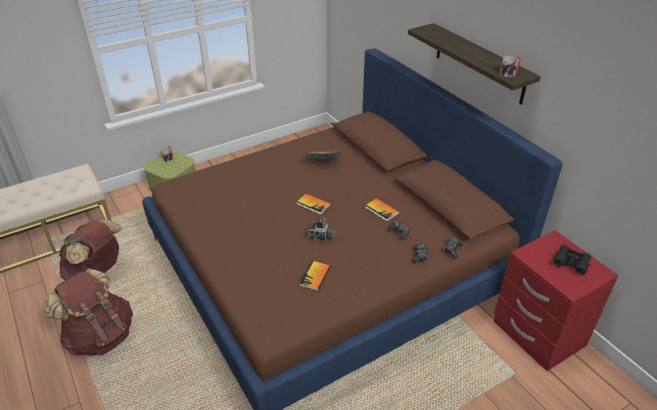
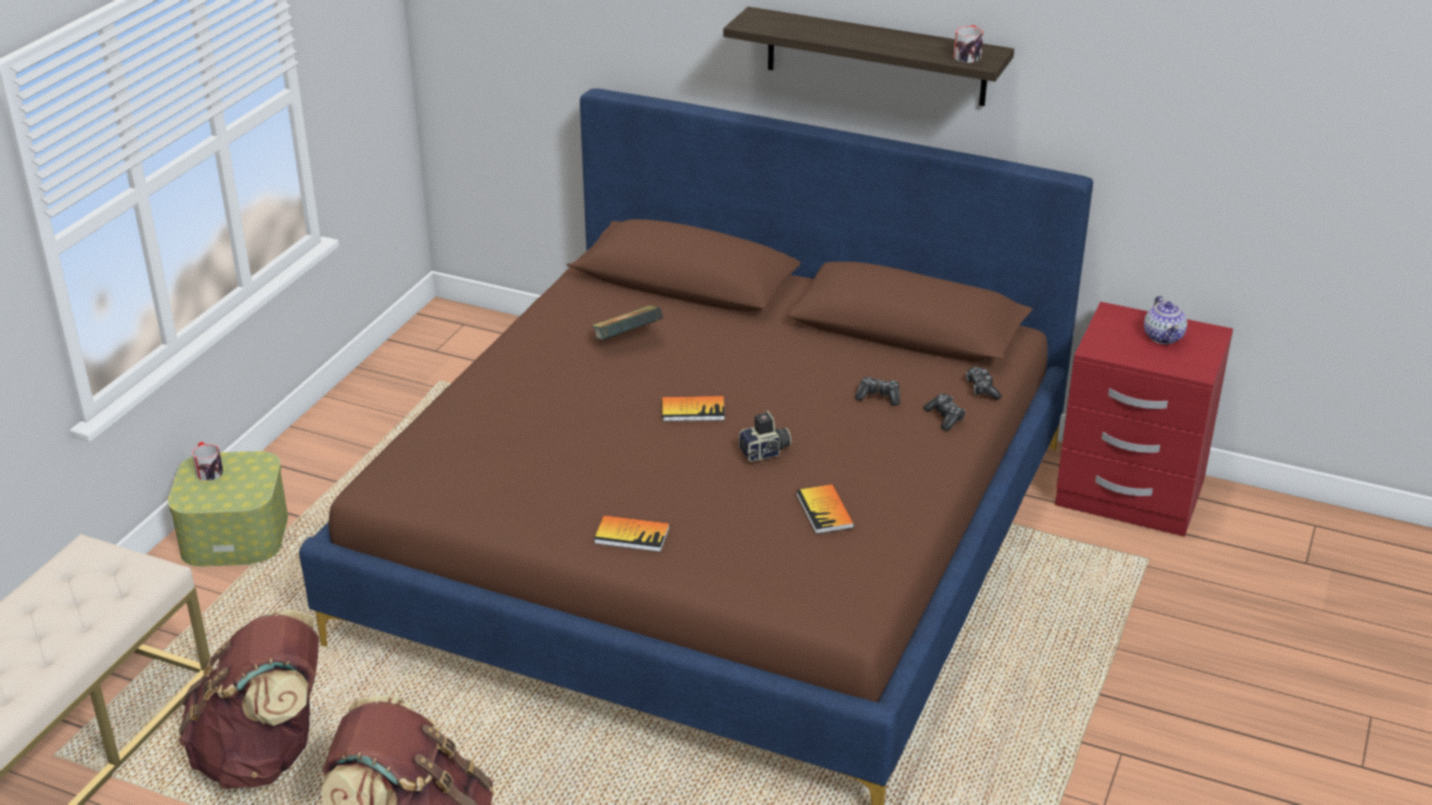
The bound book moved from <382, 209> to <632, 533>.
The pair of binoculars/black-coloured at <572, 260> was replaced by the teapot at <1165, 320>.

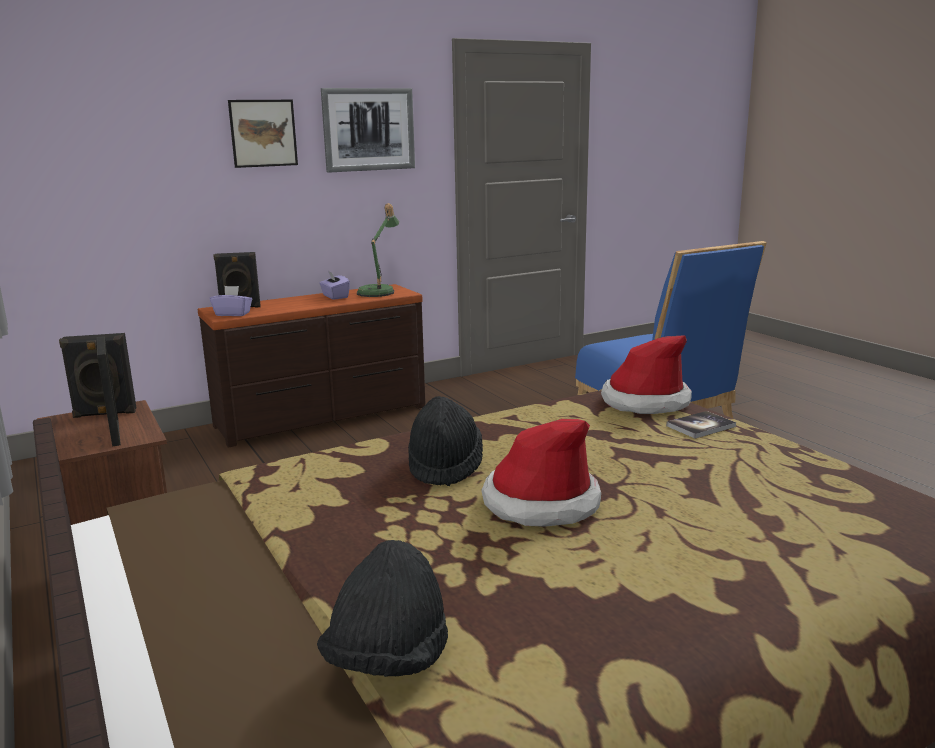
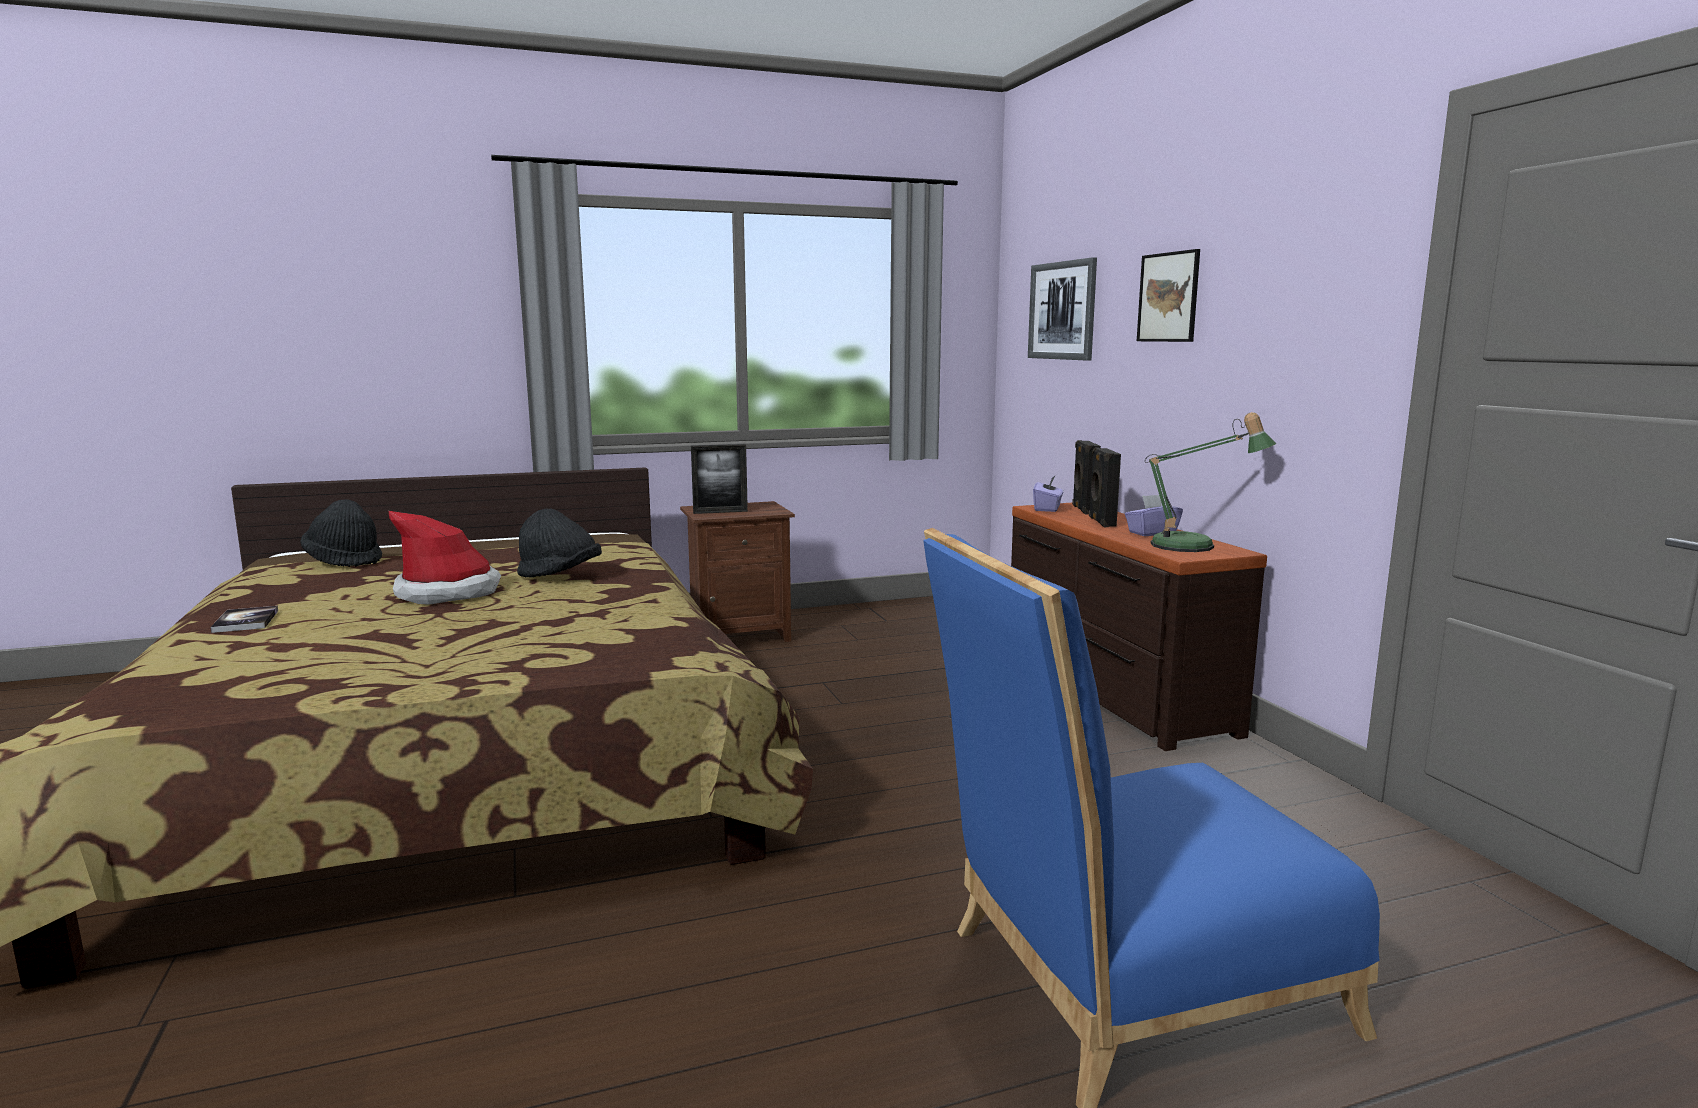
The wall art moved from <368, 130> to <1062, 308>.
The loudspeaker/black-coloured moved from <98, 375> to <1105, 487>.
The hat at <646, 374> disappeared.
The bound book moved from <701, 425> to <244, 619>.

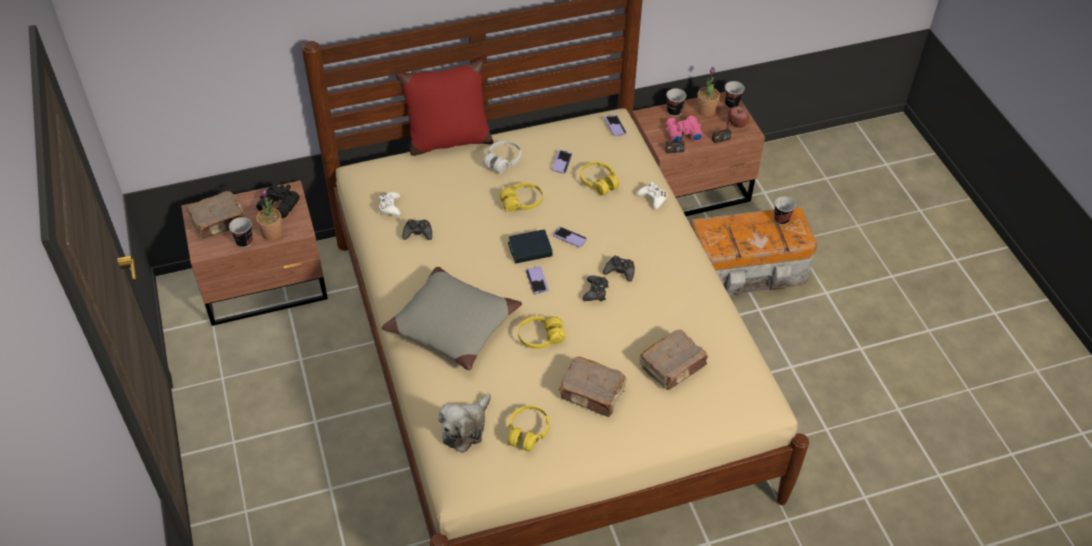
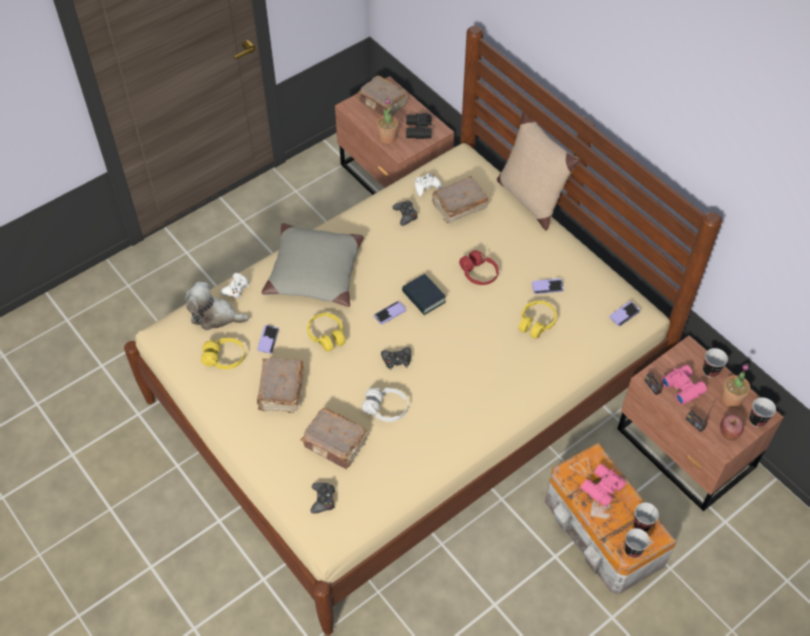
The cushion/red-coloured at <444, 107> became the cushion/beige at <538, 171>.
The pair of headphones/white moved from <502, 157> to <385, 405>.
The gamepad/white moved from <652, 195> to <234, 285>.
The pair of headphones/yellow at <521, 197> became the pair of headphones/red-coloured at <479, 267>.
The drinking cup moved from <241, 232> to <637, 543>.
The handset moved from <570, 237> to <268, 339>.
The gamepad/black-coloured moved from <619, 268> to <323, 498>.
The bound book/brown-coloured at <460, 199> appeared.
The pair of binoculars/pink at <603, 485> appeared.

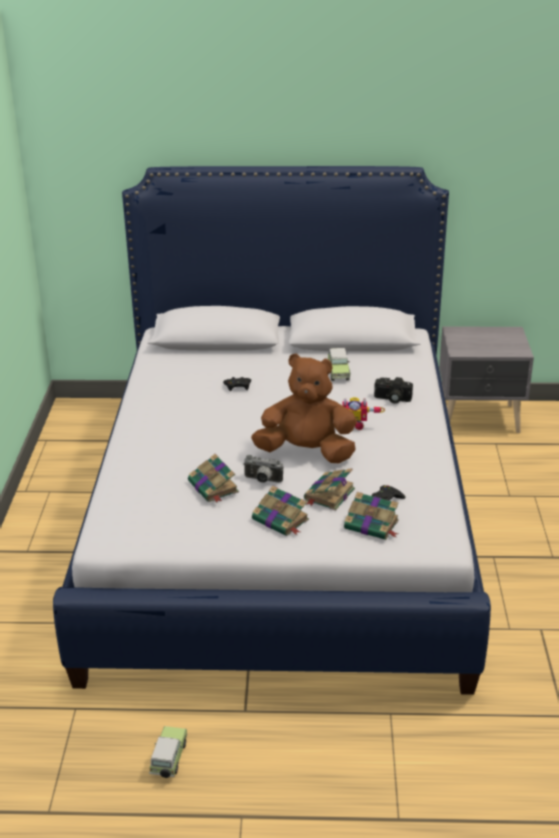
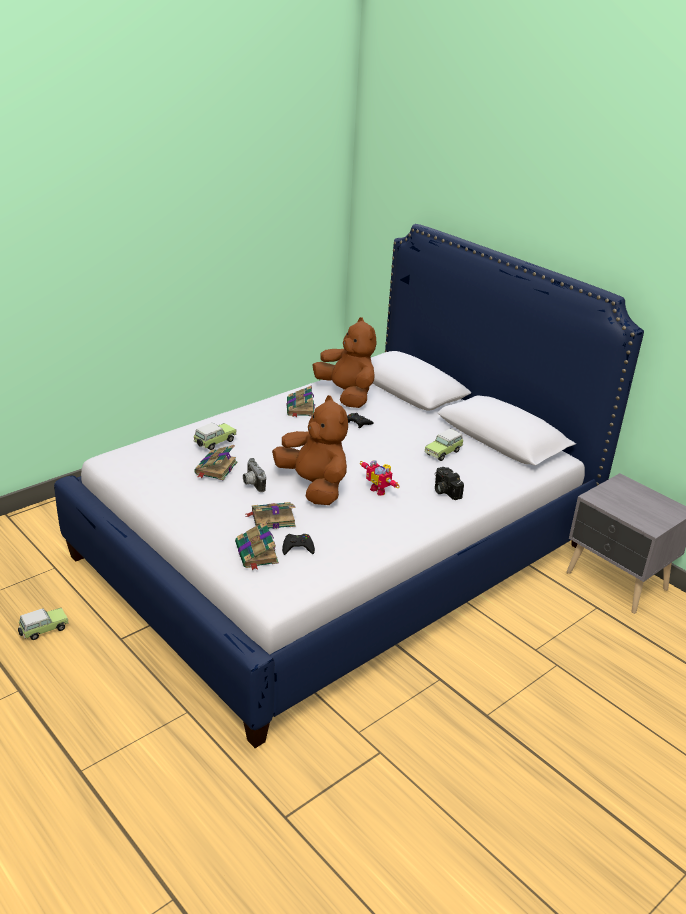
The bound book moved from <280, 511> to <301, 401>.
The cuddly toy/brown-coloured at <344, 362> appeared.
The toy car at <214, 436> appeared.

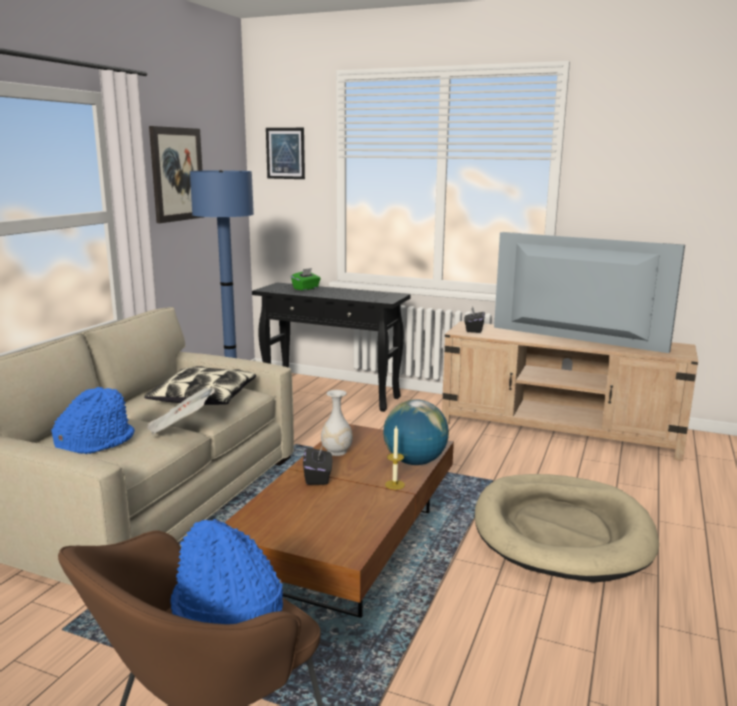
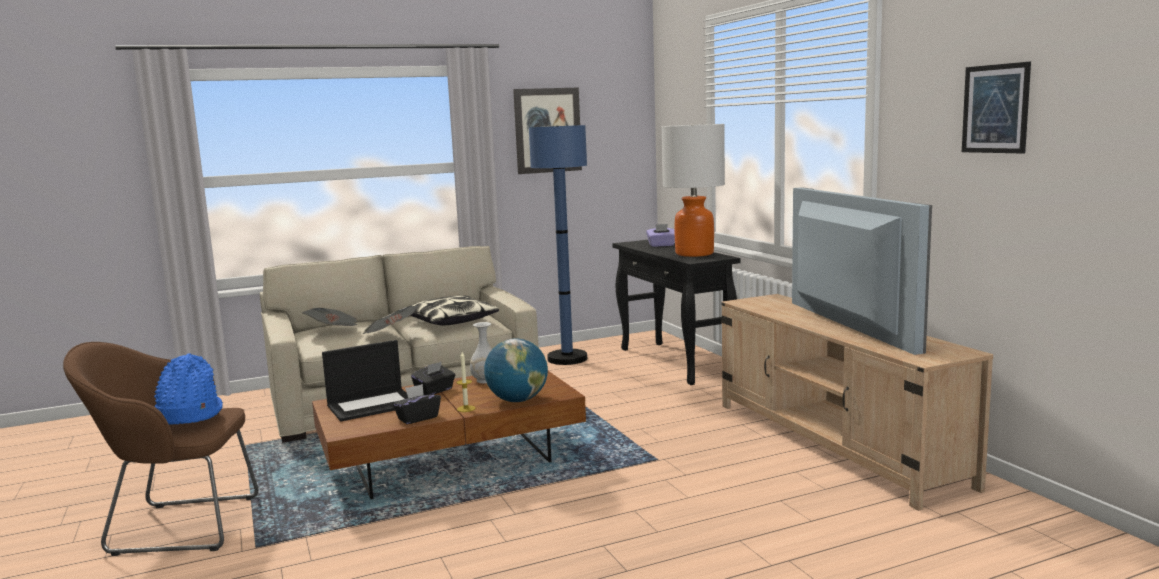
The wall art moved from <285, 153> to <996, 108>.
The tissue holder/green-coloured at <306, 279> became the tissue holder/purplish at <660, 235>.
The tissue holder/black-coloured moved from <474, 320> to <417, 404>.
The hat/blue-coloured at <93, 420> was replaced by the printed paper at <330, 317>.
The pet bed/beige at <567, 528> disappeared.
The lamp for a table at <693, 190> appeared.
The laptop at <365, 381> appeared.

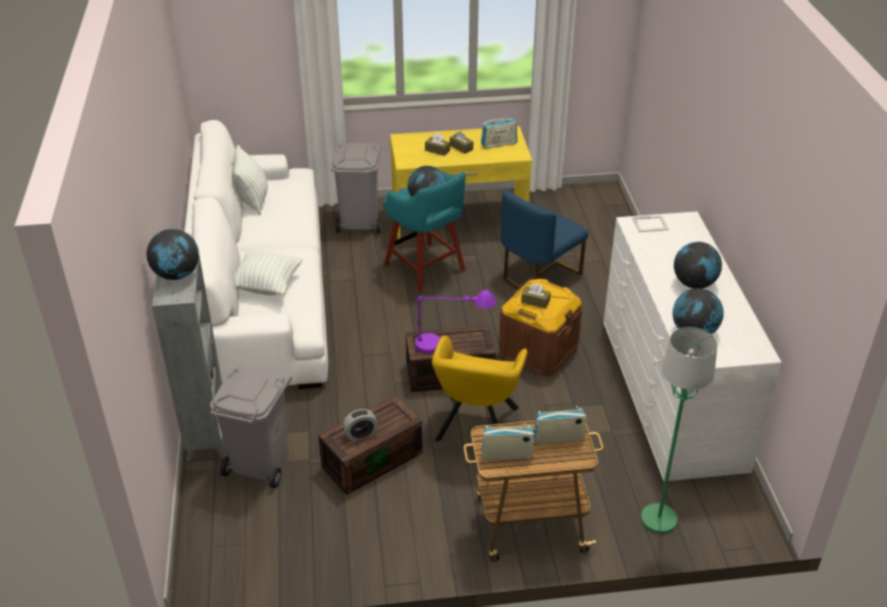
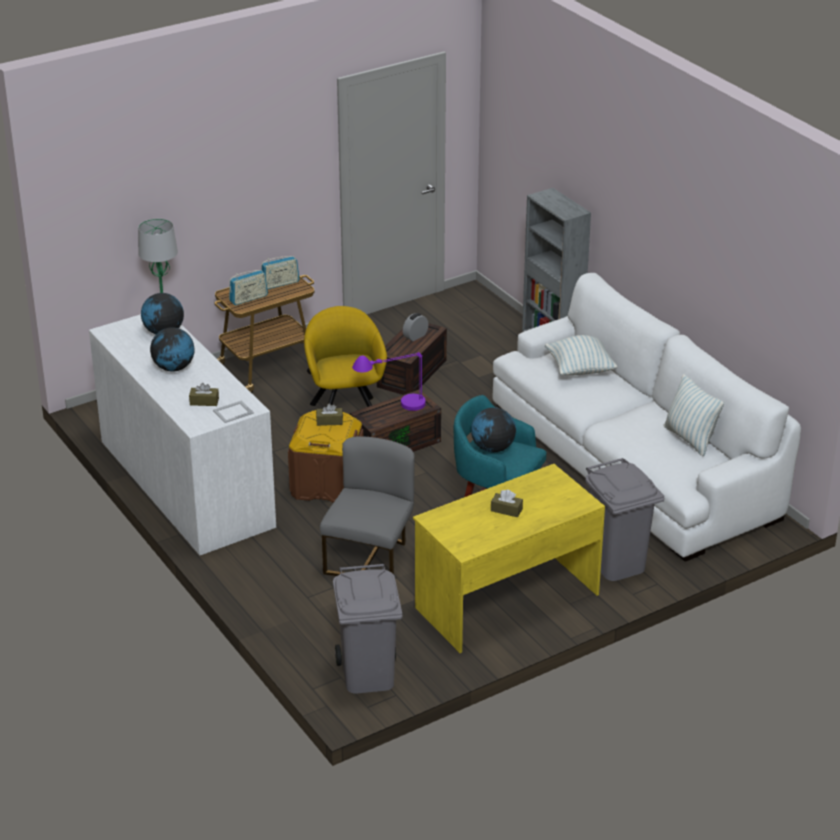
The radio set at <499, 134> disappeared.
The tissue holder/brown-coloured moved from <437, 144> to <204, 394>.
The plain chair/blue-coloured at <544, 239> became the plain chair/gray at <367, 506>.
The globe at <173, 254> disappeared.
The rubbish bin/gray moved from <251, 426> to <367, 628>.

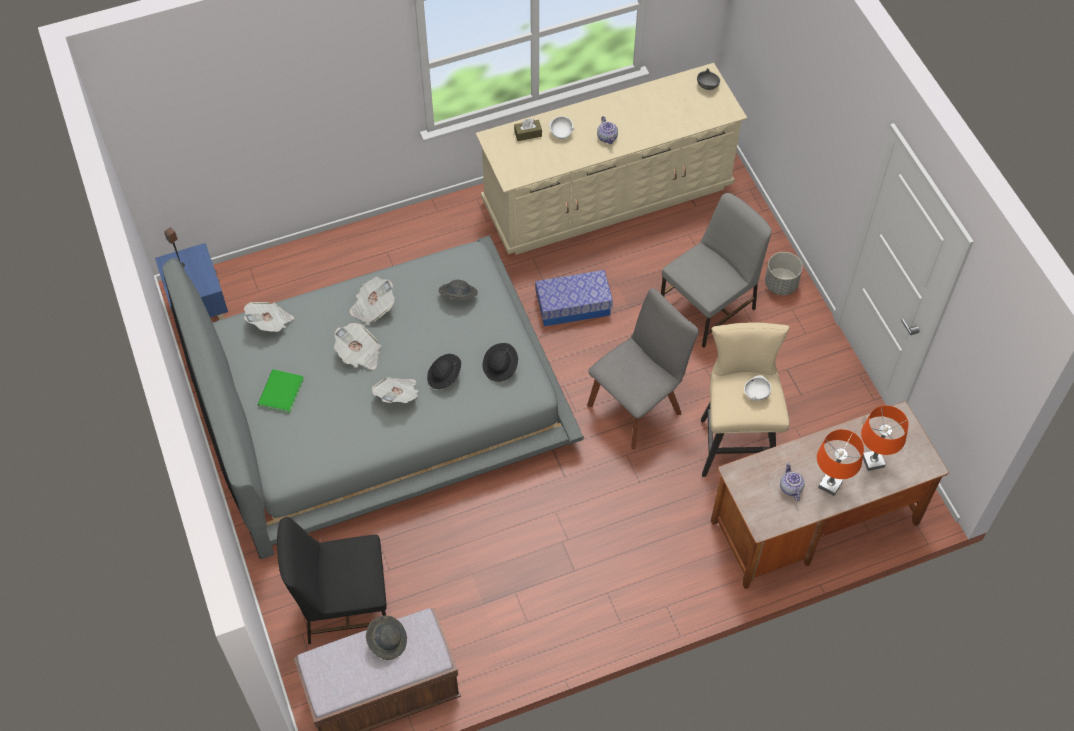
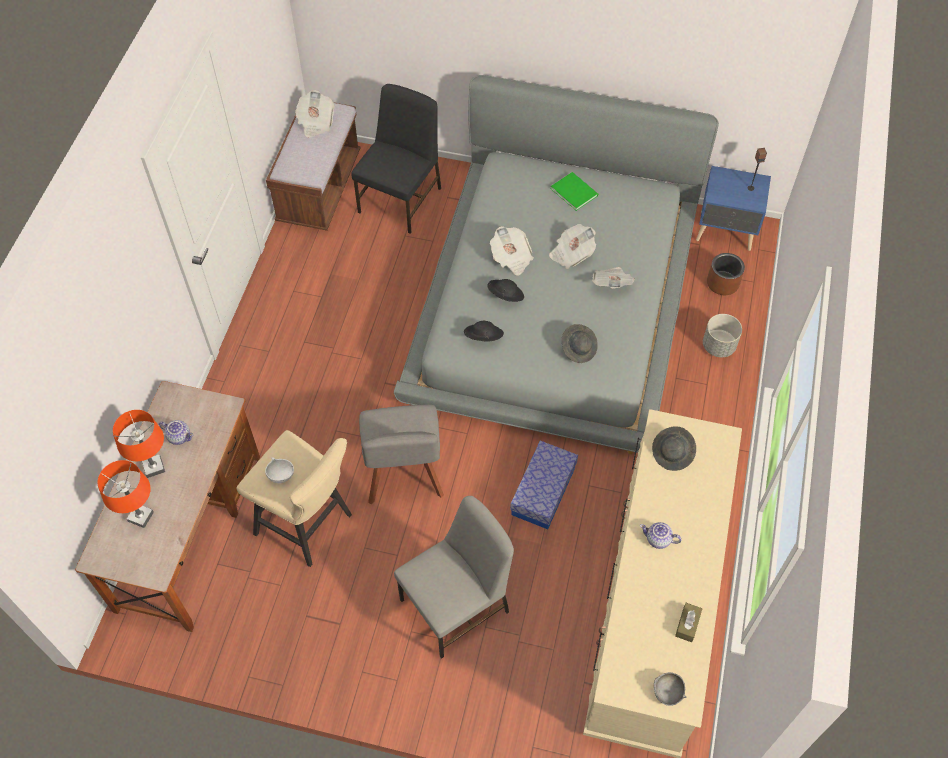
The bowl/white at <562, 127> disappeared.
The tissue holder/brown-coloured moved from <528, 129> to <688, 622>.
The plain chair/gray at <716, 270> turned 120 degrees counterclockwise.
The plant pot/gray moved from <783, 273> to <722, 335>.
The printed paper moved from <269, 317> to <315, 114>.
The hat/gray moved from <386, 637> to <674, 448>.
The plant pot/brown-coloured at <726, 274> appeared.

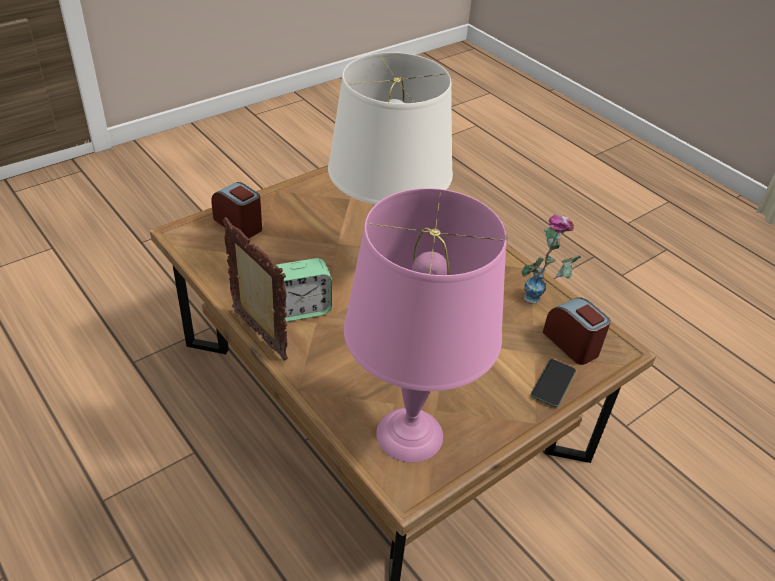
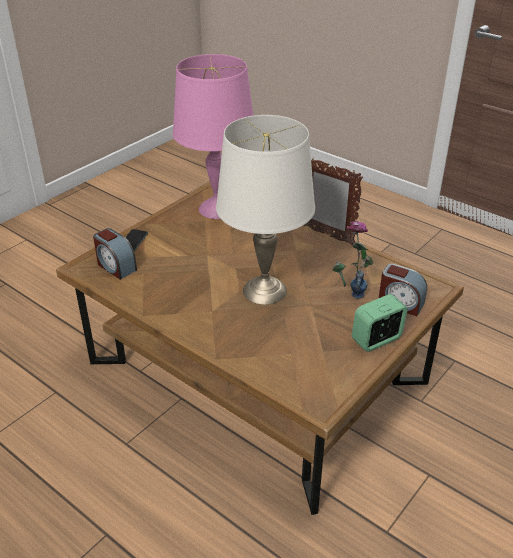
The vase moved from <551, 259> to <352, 260>.
The table clock moved from <304, 290> to <380, 323>.

